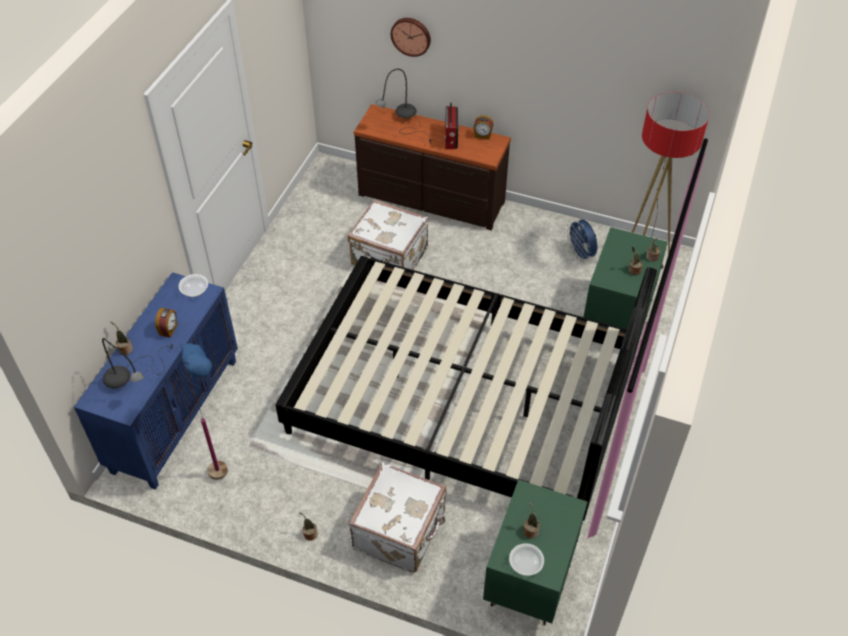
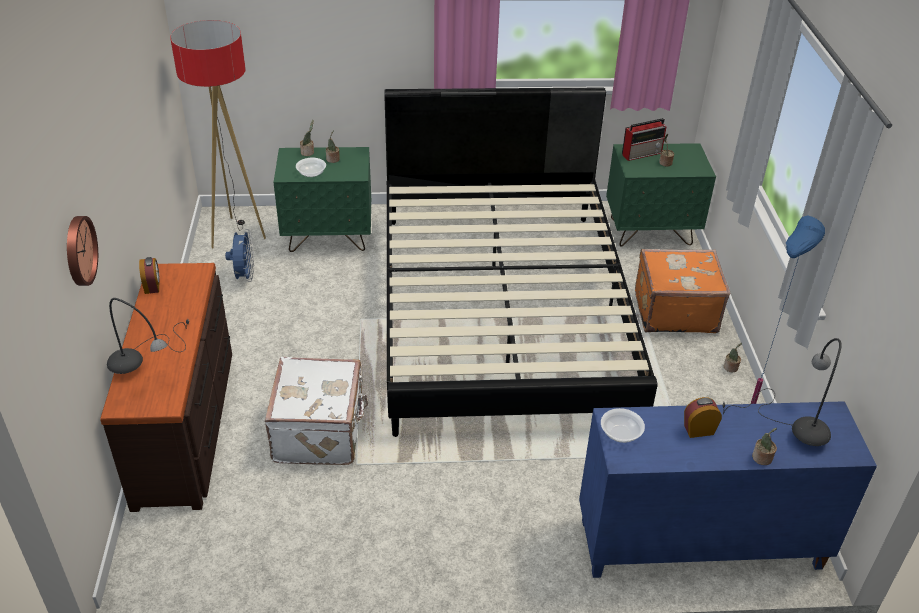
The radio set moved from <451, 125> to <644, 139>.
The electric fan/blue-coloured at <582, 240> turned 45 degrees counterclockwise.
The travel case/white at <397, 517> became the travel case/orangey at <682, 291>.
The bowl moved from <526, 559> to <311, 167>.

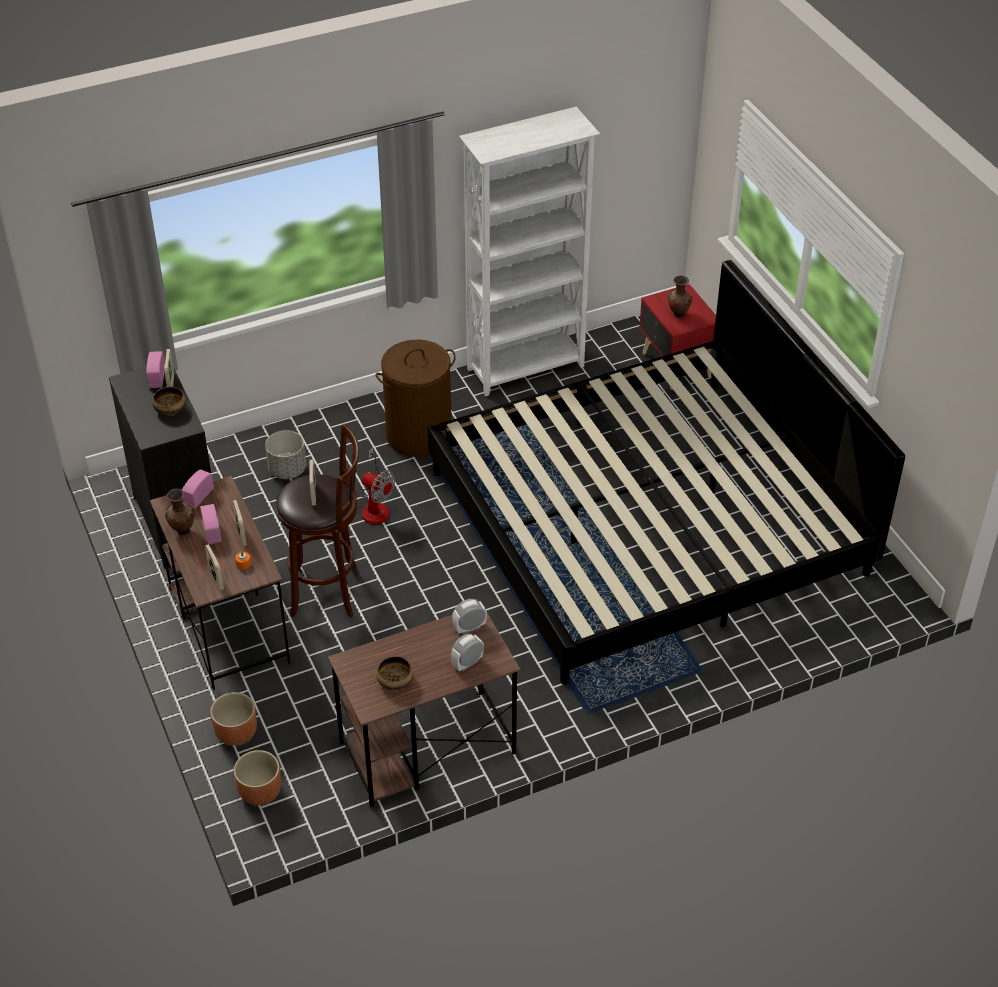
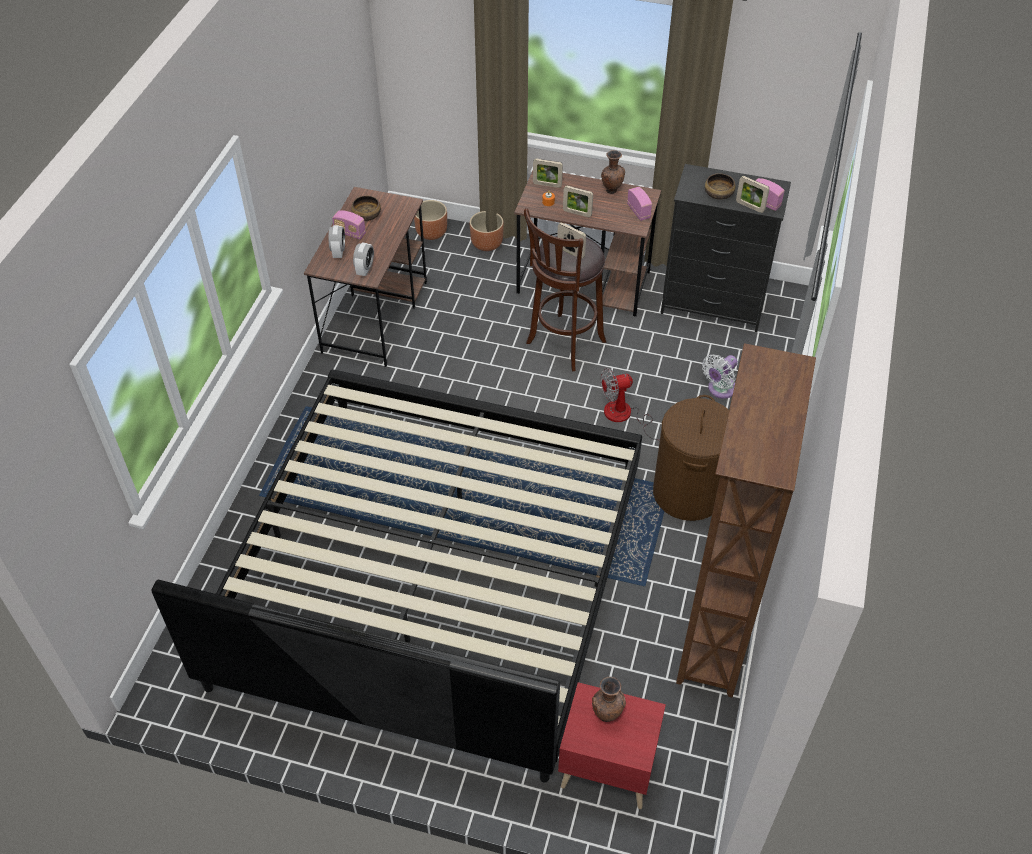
The shelving unit/white at <529, 251> became the shelving unit/brown-coloured at <746, 520>.
The plant pot/gray at <285, 454> was replaced by the electric fan/white at <720, 376>.
The radio set moved from <210, 524> to <349, 225>.

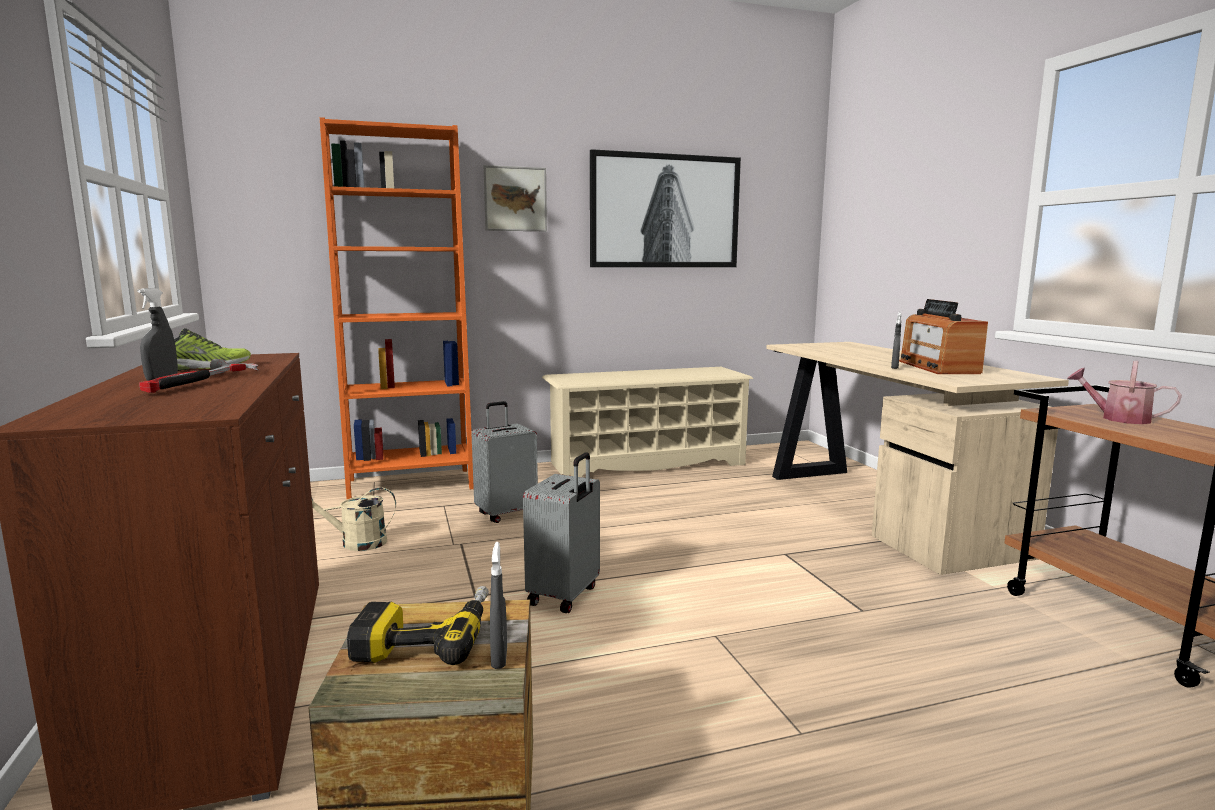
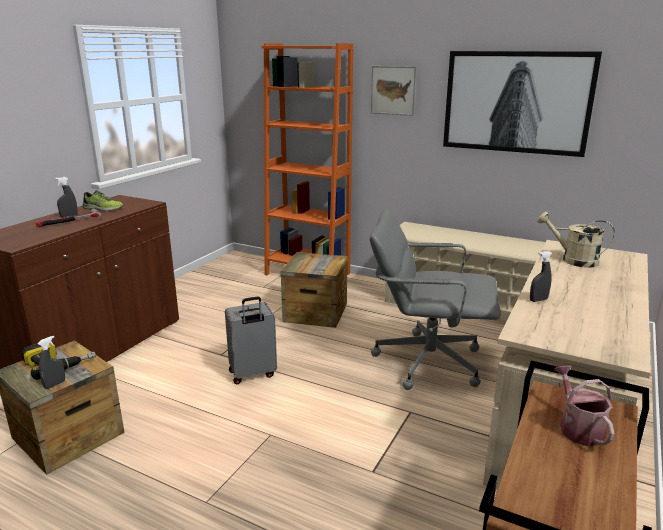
The radio set at <943, 336> disappeared.
The travel case/gray at <504, 462> was replaced by the crate at <314, 290>.
The watering can/beige moved from <353, 519> to <576, 240>.
The desk chair/gray at <435, 299> appeared.

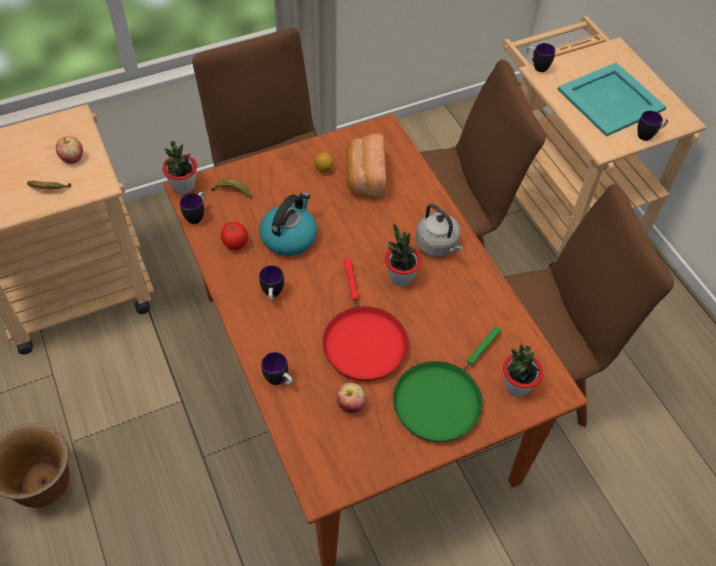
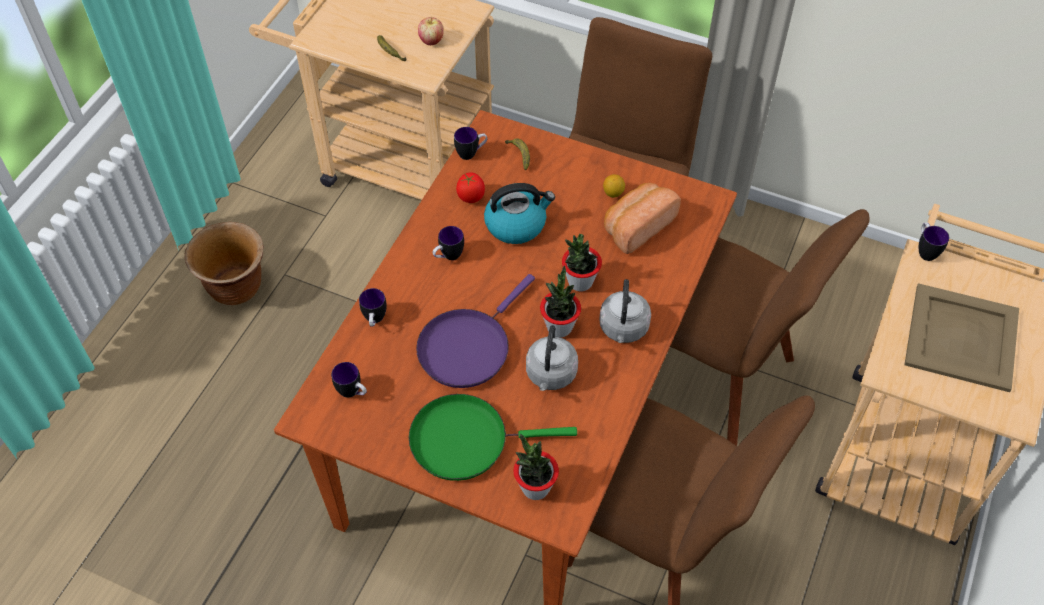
The carrying tray/blue-green at <611, 100> became the carrying tray/beige at <961, 337>.
The mug moved from <652, 126> to <349, 380>.
The potted plant moved from <179, 167> to <582, 263>.
The pan/red-coloured at <365, 320> became the pan/purplish at <475, 331>.
The whole apple at <351, 398> disappeared.
The kettle/gray at <552, 358> appeared.

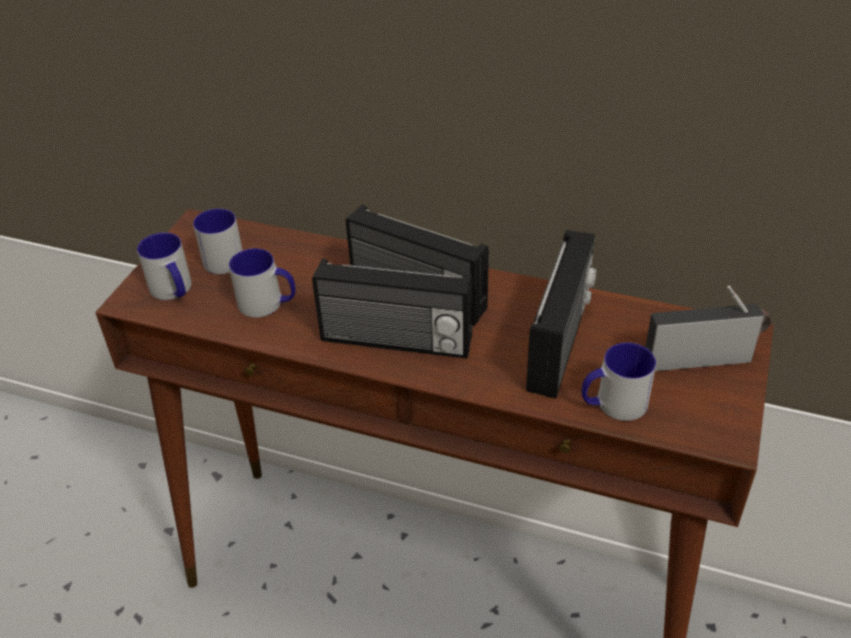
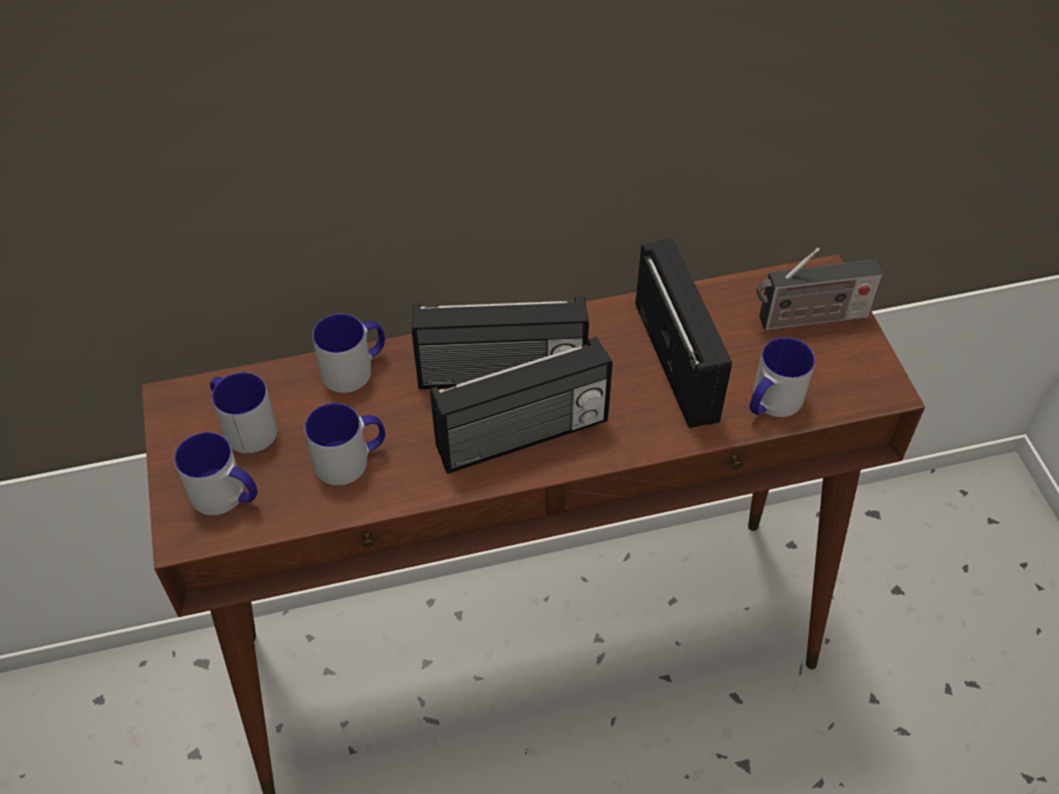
The radio set at <708, 328> turned 150 degrees counterclockwise.
The mug at <348, 353> appeared.

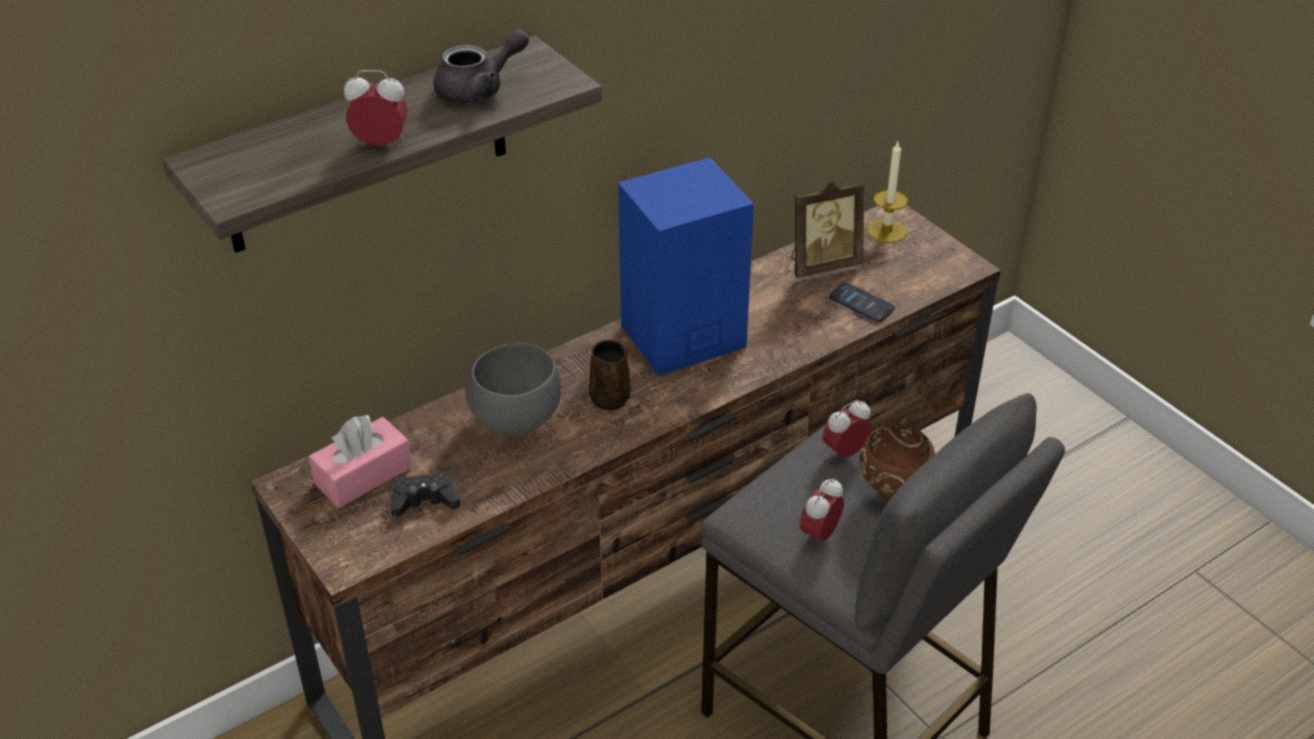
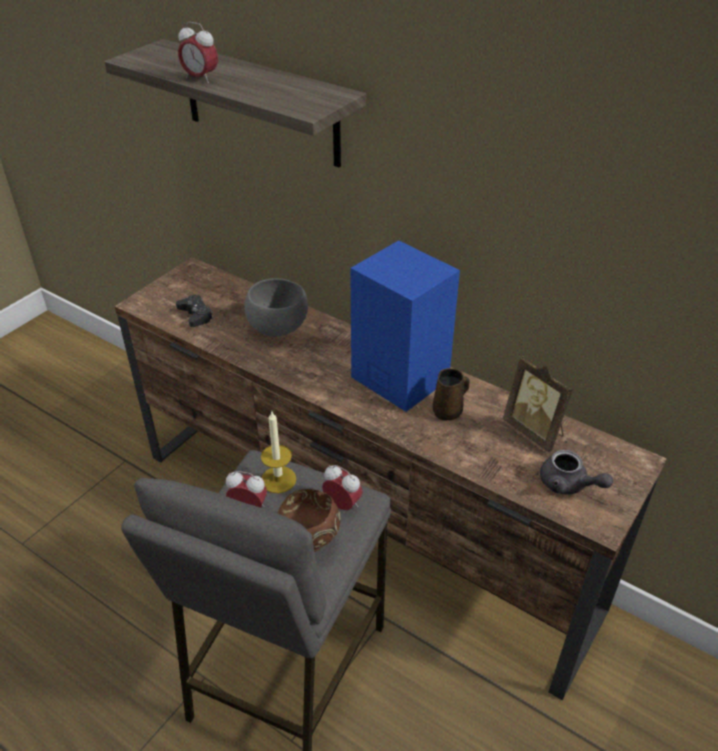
The teapot/gray moved from <481, 66> to <576, 472>.
The table clock at <376, 108> turned 135 degrees clockwise.
The wax candle moved from <887, 192> to <278, 452>.
The handset at <862, 302> disappeared.
The mug/brown-coloured moved from <610, 375> to <451, 394>.
The tissue holder/pink at <360, 461> disappeared.

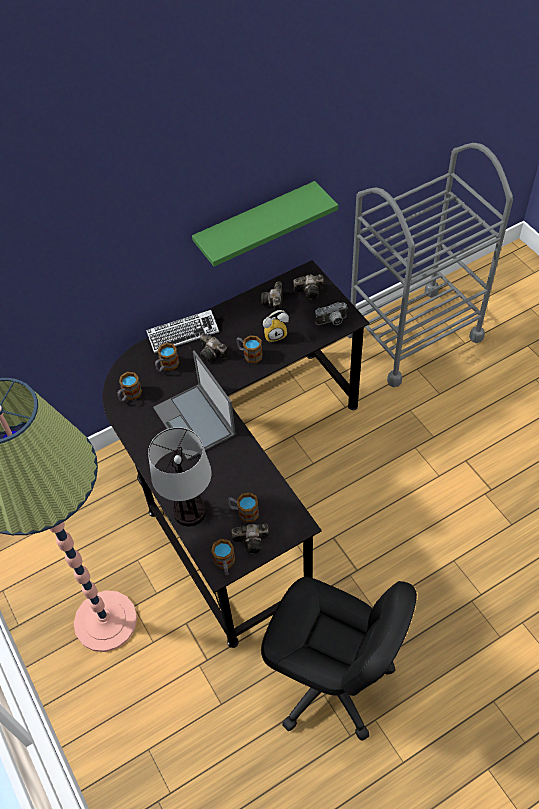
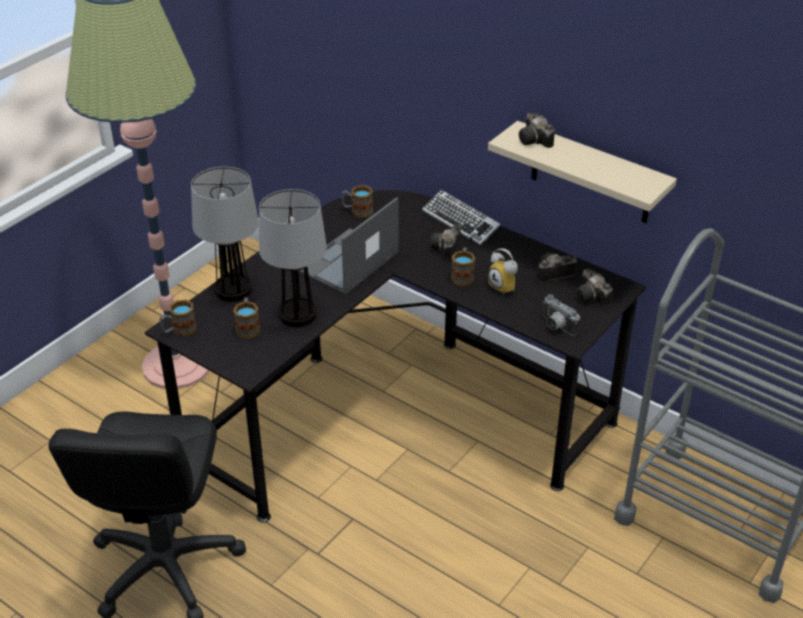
The bracket shelf/green-coloured at <265, 224> became the bracket shelf/beige at <582, 172>.
The mug at <167, 357> disappeared.
The still camera moved from <250, 539> to <537, 130>.
The lamp for a table at <293, 258> appeared.

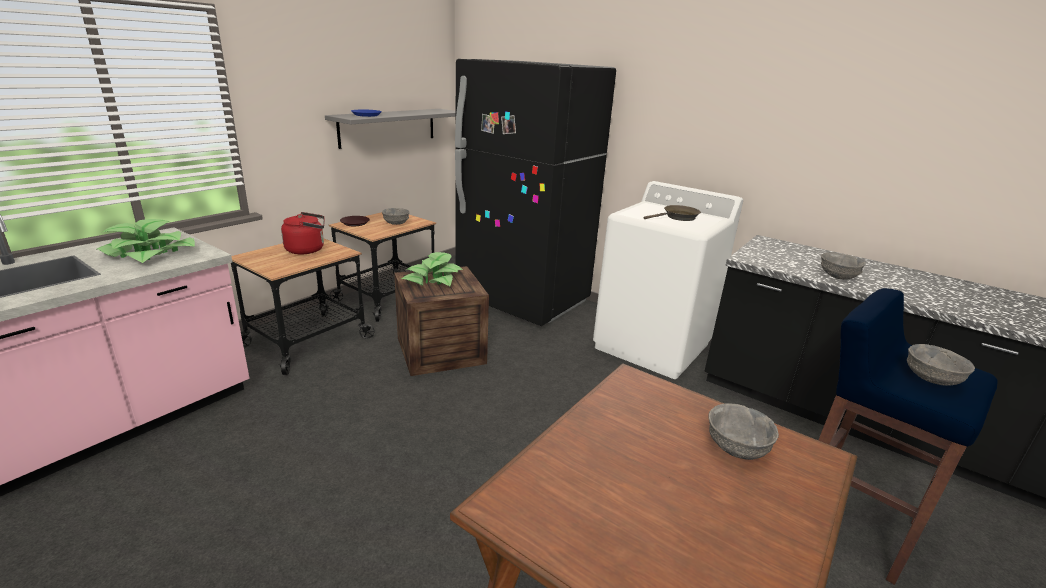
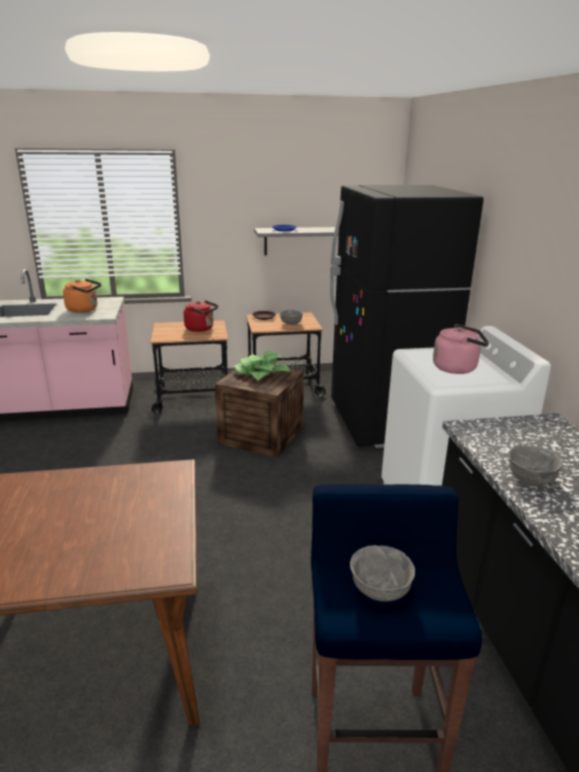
The pan/brown-coloured at <672, 213> was replaced by the kettle/pink at <461, 349>.
The potted plant at <145, 241> was replaced by the kettle/orangey at <82, 296>.
The bowl/gray at <743, 431> disappeared.

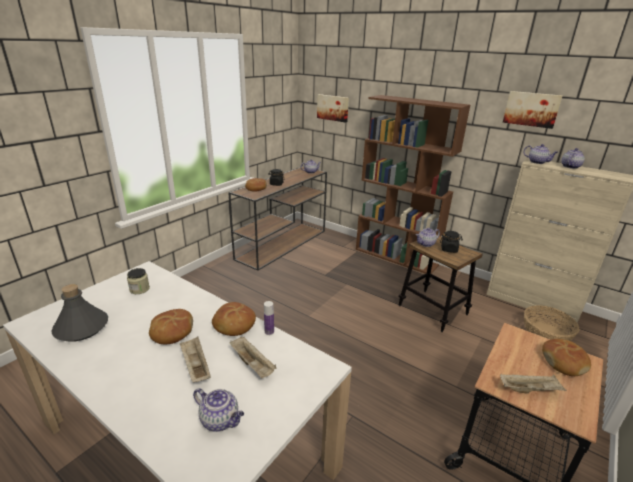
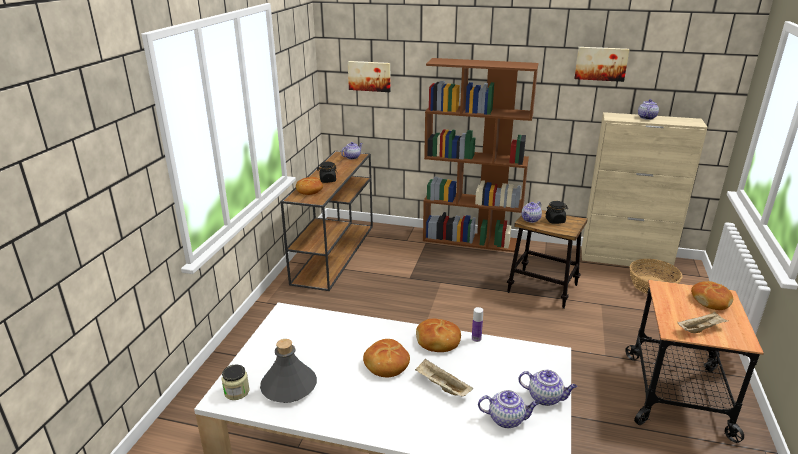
The teapot moved from <541, 154> to <547, 387>.
The storage jar moved from <138, 281> to <236, 382>.
The carrying tray/beige at <253, 357> disappeared.

